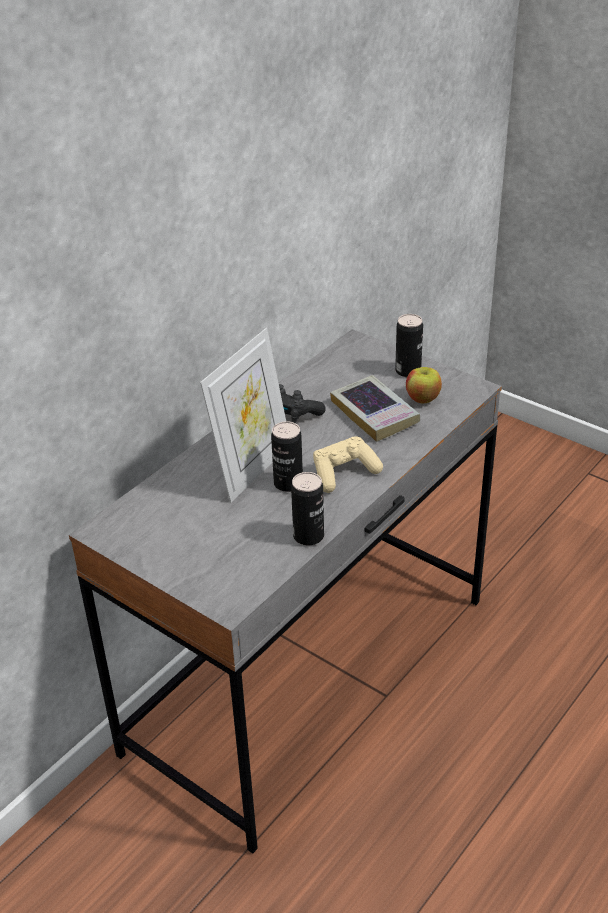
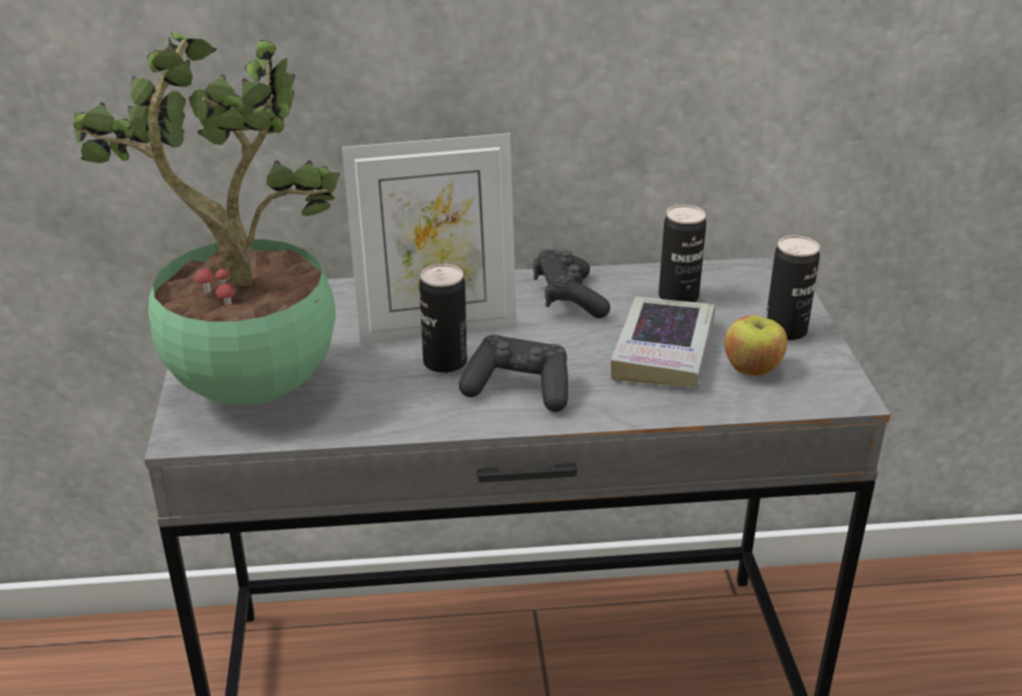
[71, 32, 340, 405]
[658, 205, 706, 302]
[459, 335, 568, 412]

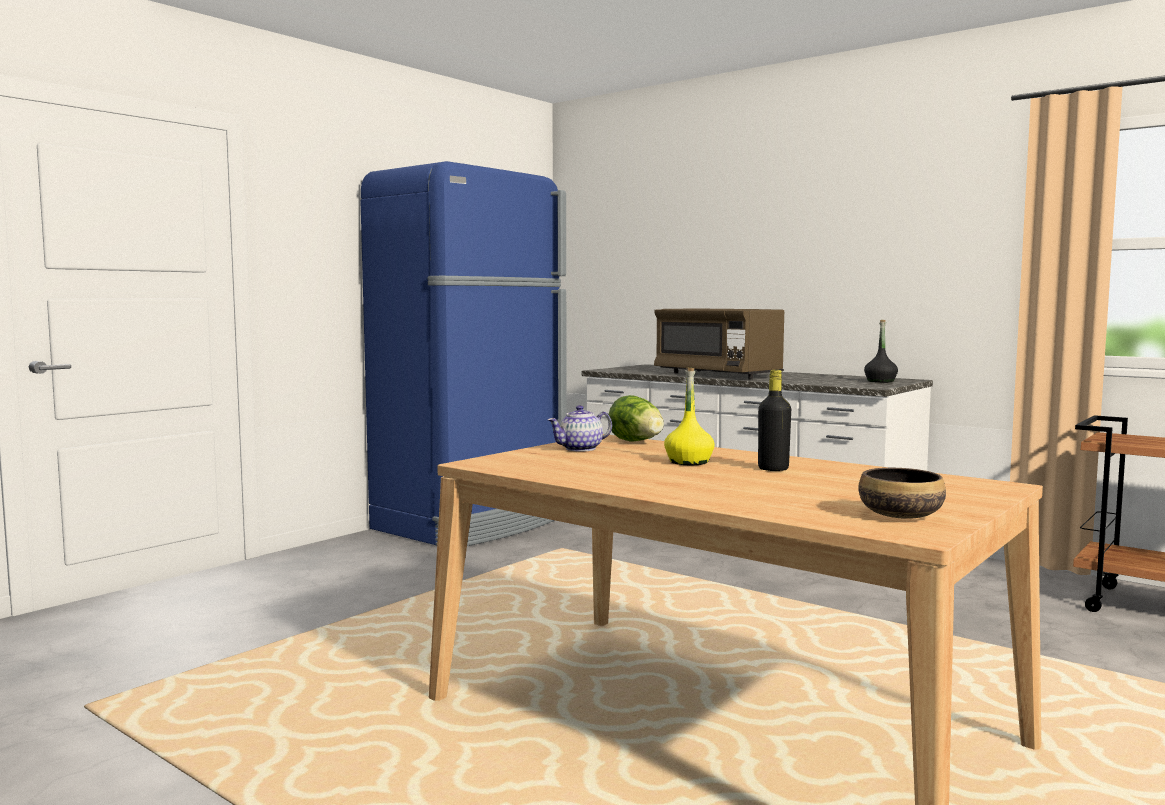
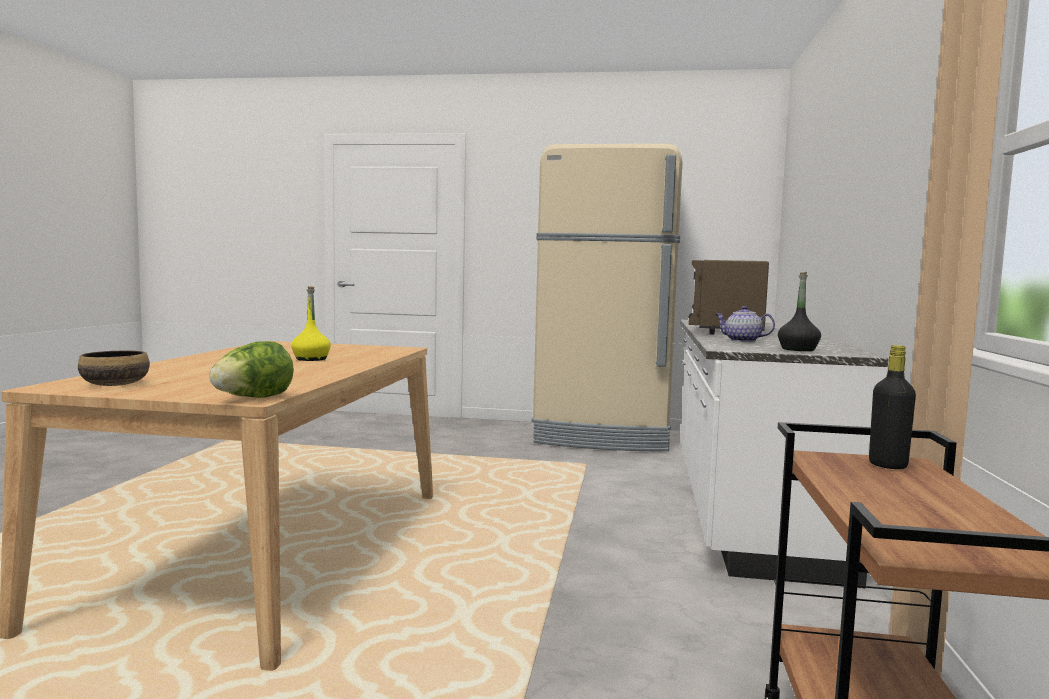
[715, 306, 775, 342]
[209, 341, 294, 398]
[869, 345, 916, 469]
[532, 144, 683, 451]

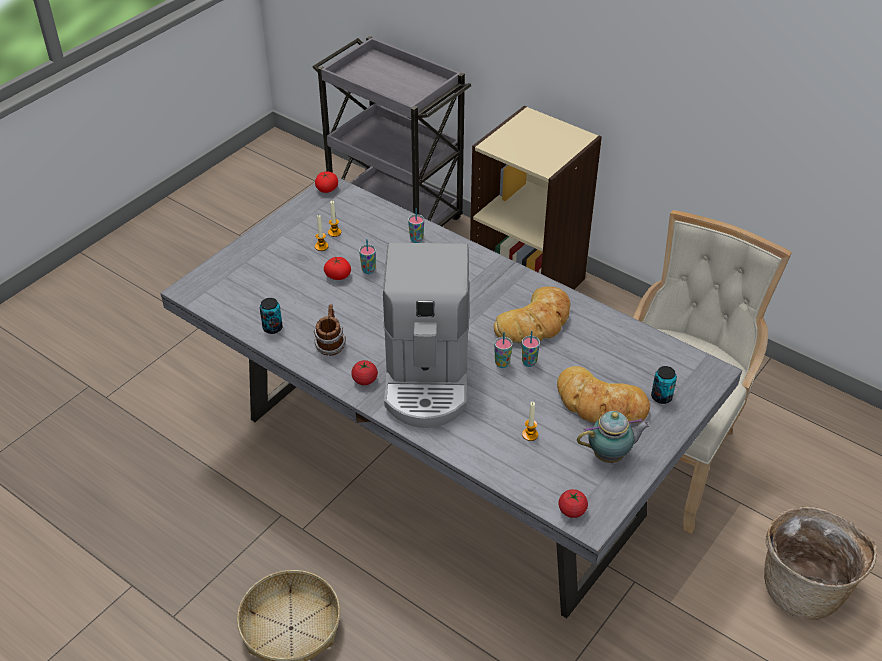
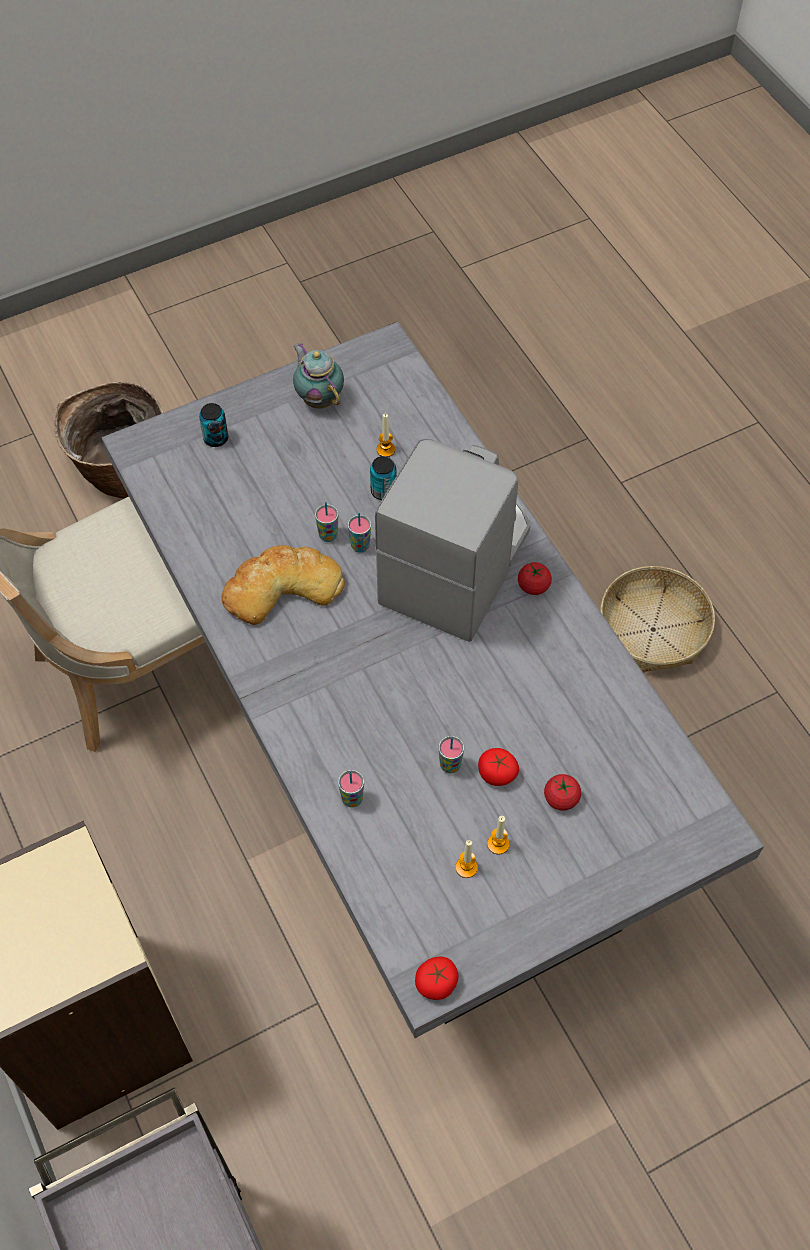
[314, 305, 346, 356] (first image)
[557, 366, 650, 423] (first image)
[370, 456, 396, 500]
[544, 774, 581, 811]
[293, 343, 344, 409]

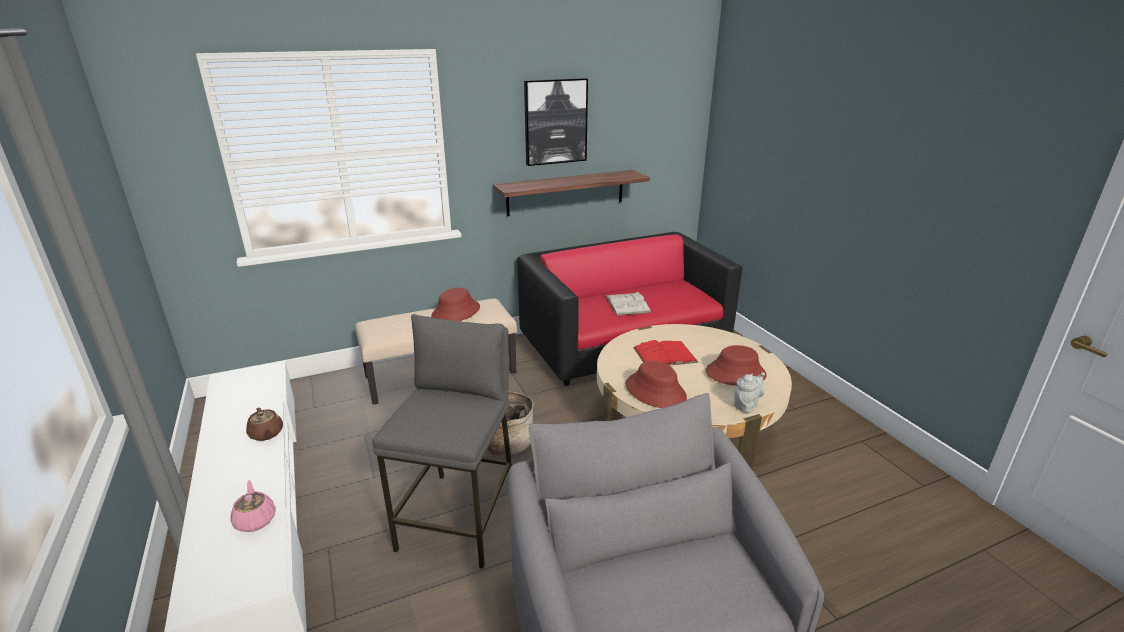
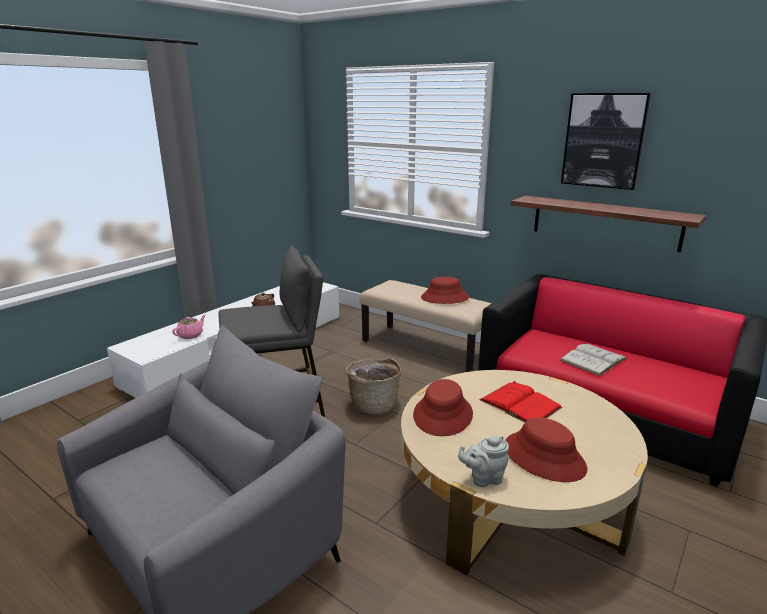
[458, 435, 509, 487]

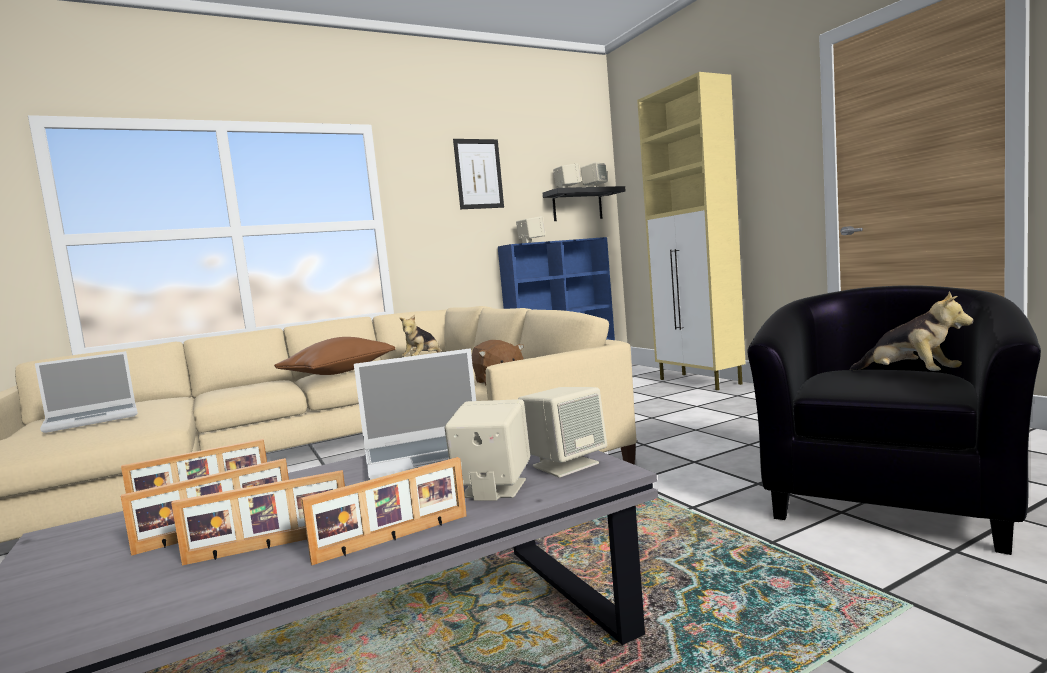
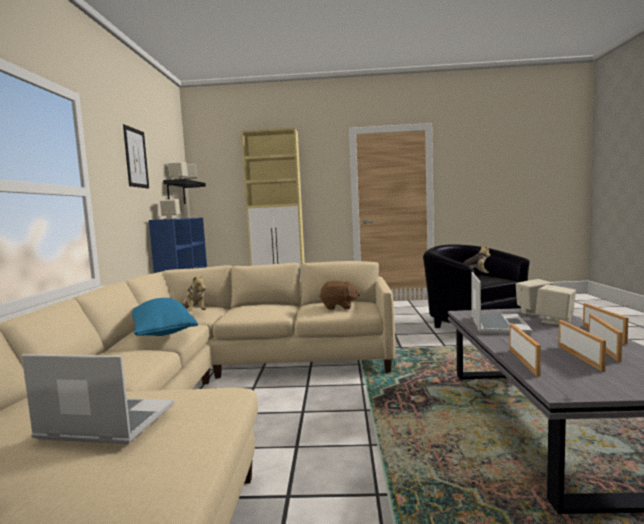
[132, 298, 198, 336]
[22, 354, 174, 444]

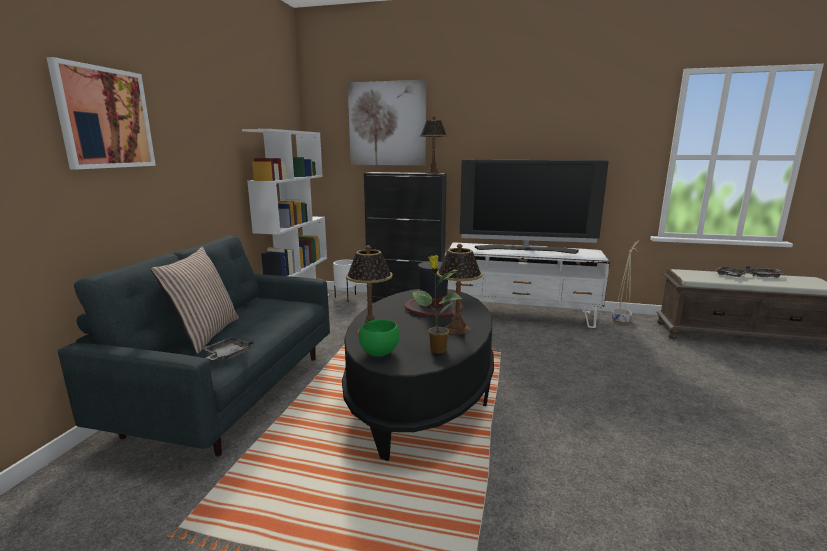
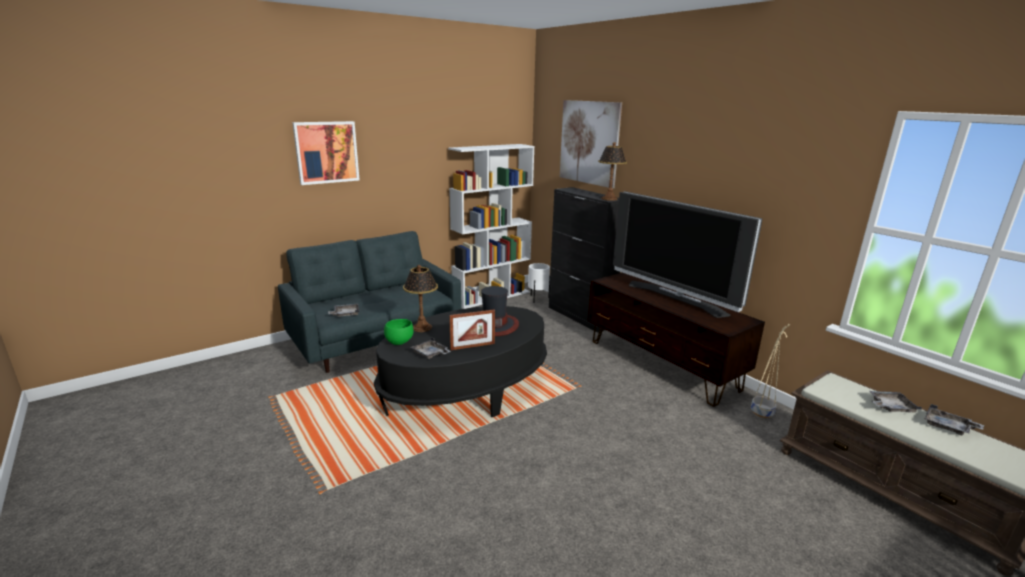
[151, 247, 239, 354] (first image)
[411, 337, 451, 359]
[449, 309, 495, 350]
[588, 273, 765, 407]

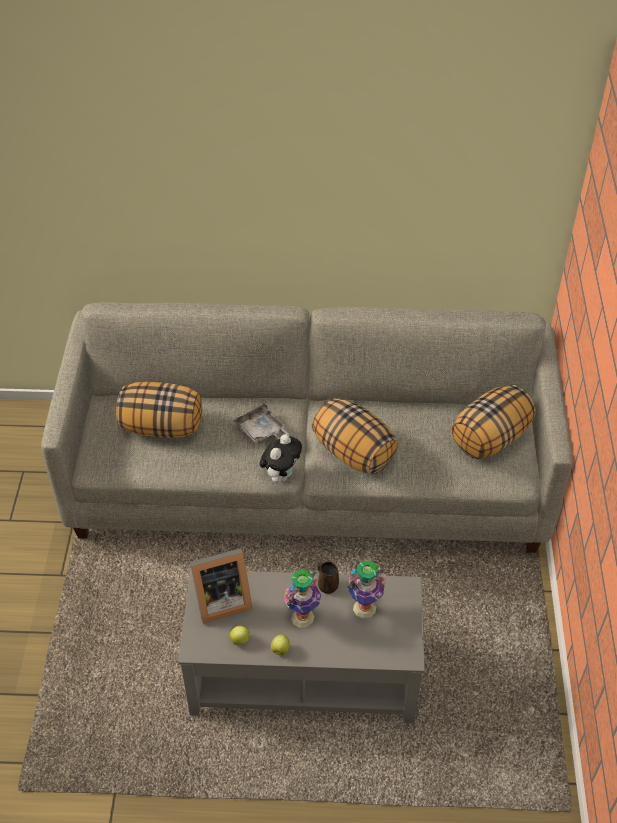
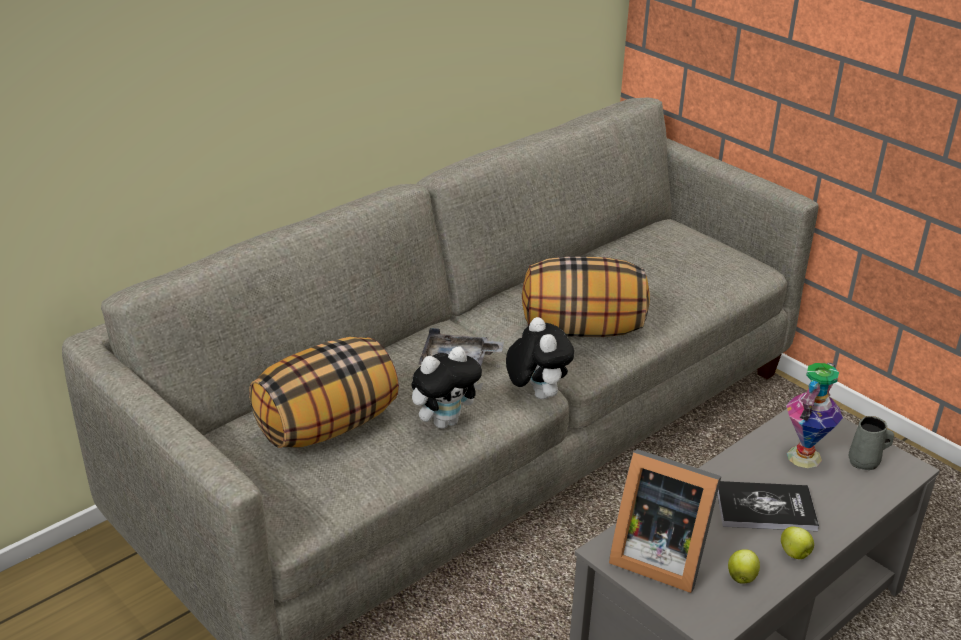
[318, 561, 339, 594] (first image)
[452, 385, 536, 459] (first image)
[411, 346, 484, 429]
[849, 416, 894, 470]
[717, 481, 819, 531]
[609, 449, 722, 593]

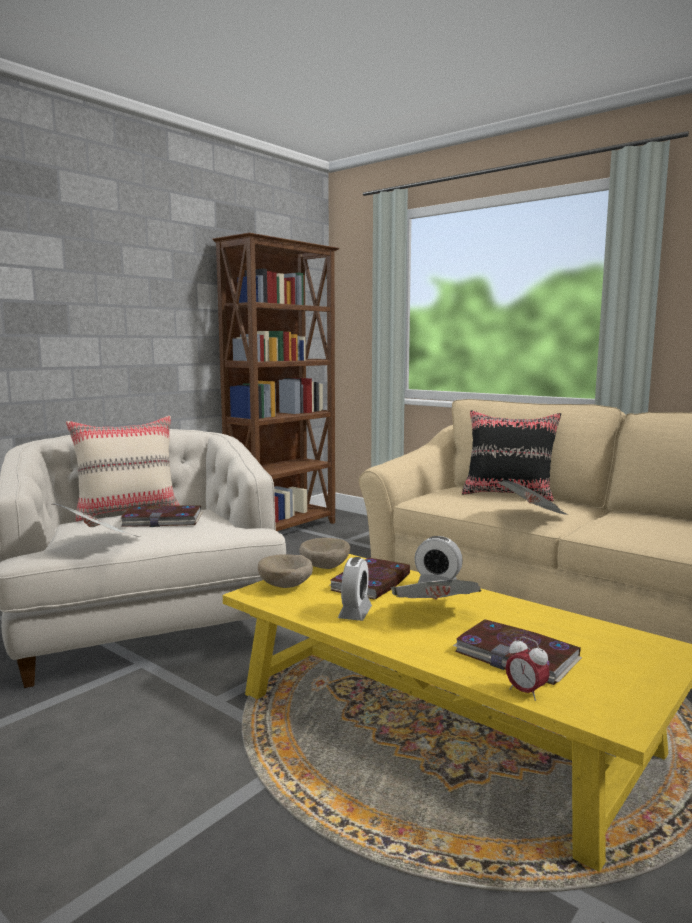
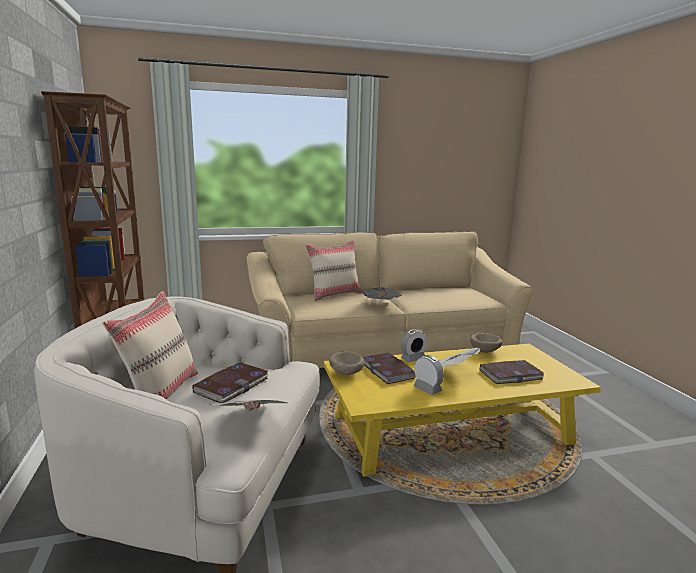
[506, 637, 550, 701] (first image)
[470, 333, 503, 353]
[305, 240, 362, 301]

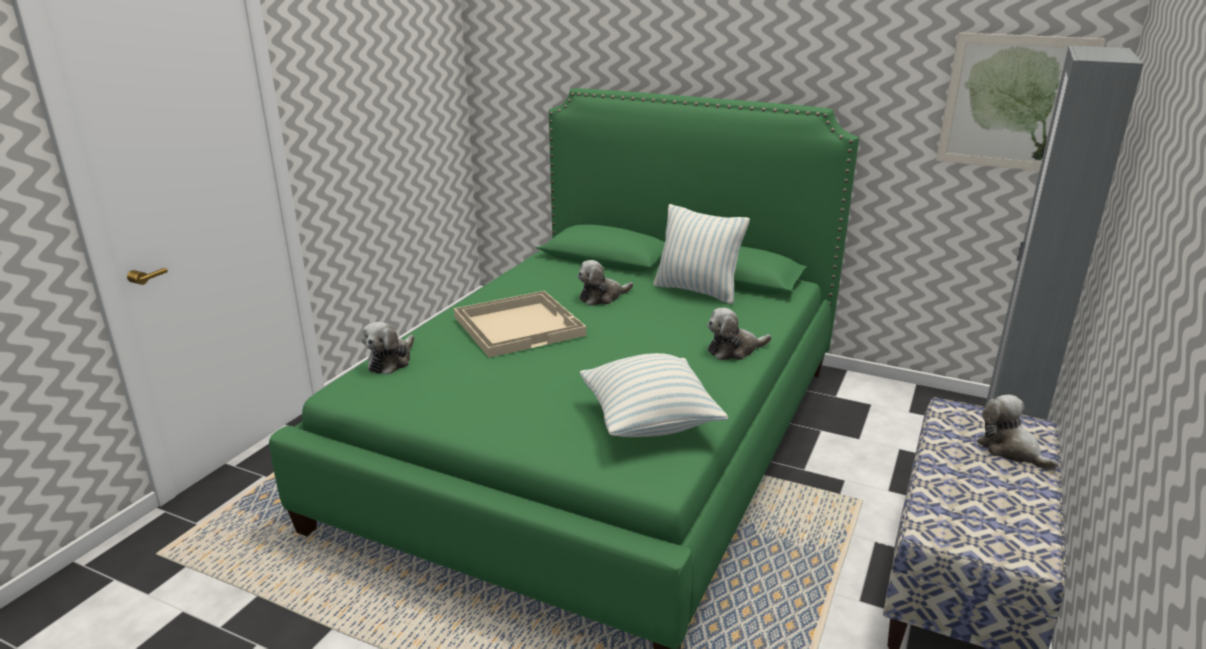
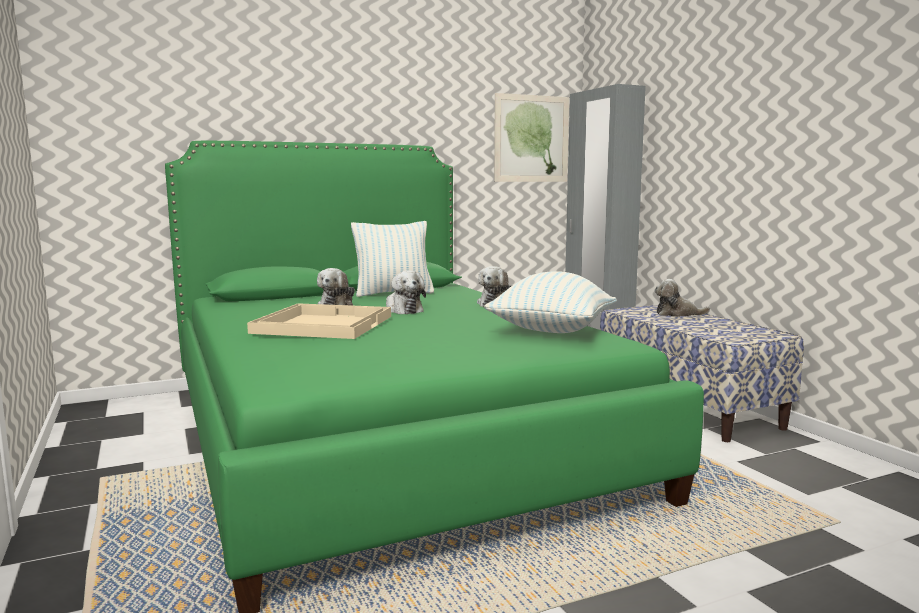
[386, 270, 426, 314]

